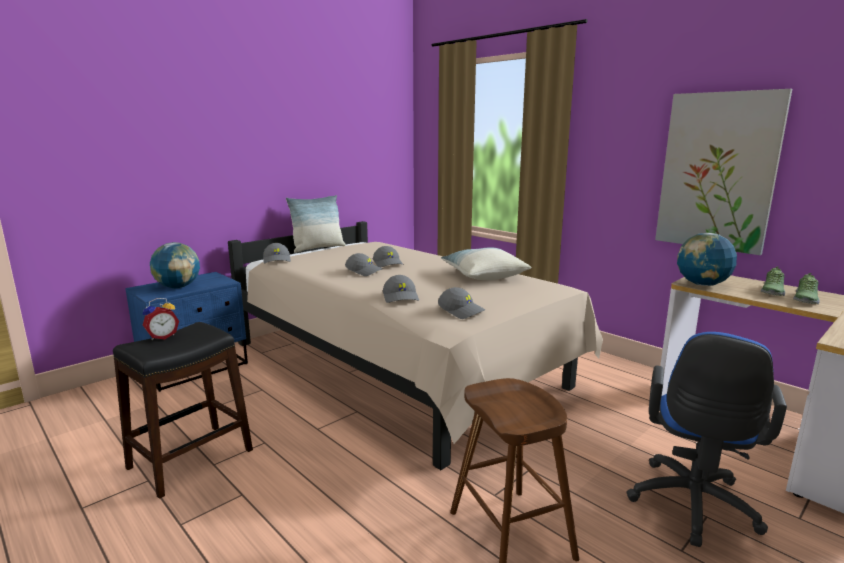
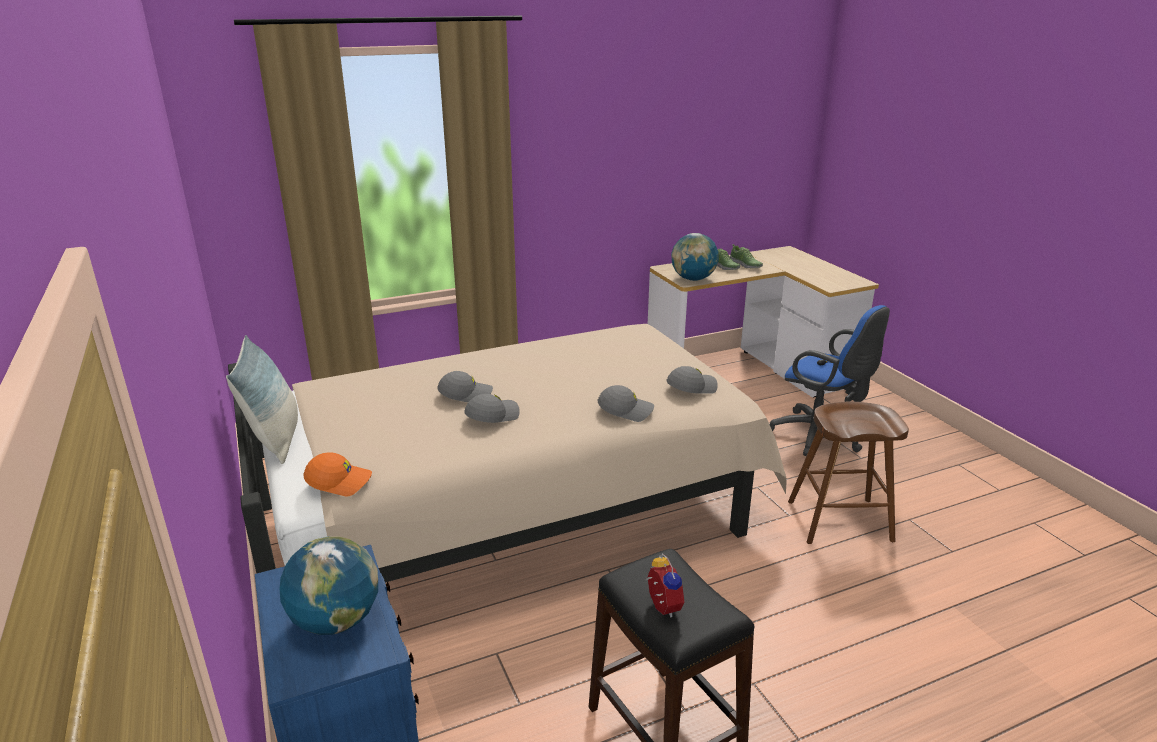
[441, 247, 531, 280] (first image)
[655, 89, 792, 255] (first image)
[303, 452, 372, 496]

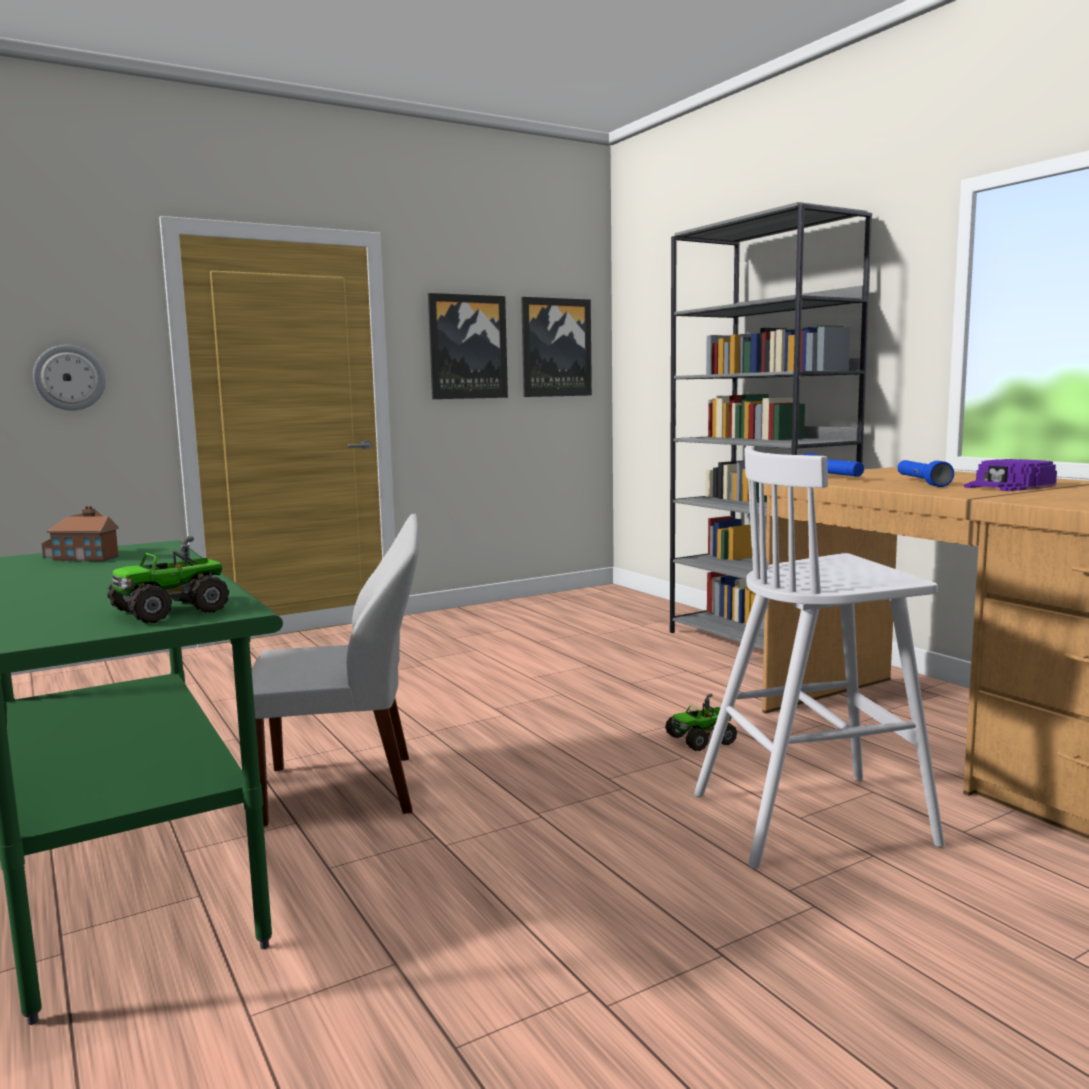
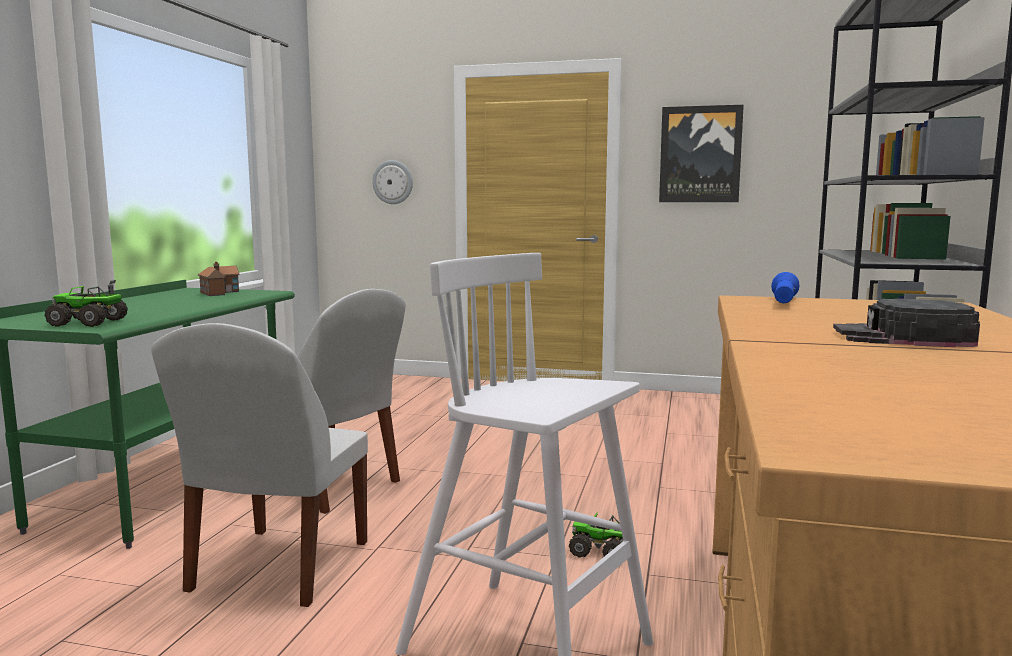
[521, 297, 592, 397] (first image)
[897, 460, 954, 487] (first image)
[151, 323, 368, 607]
[833, 299, 980, 347]

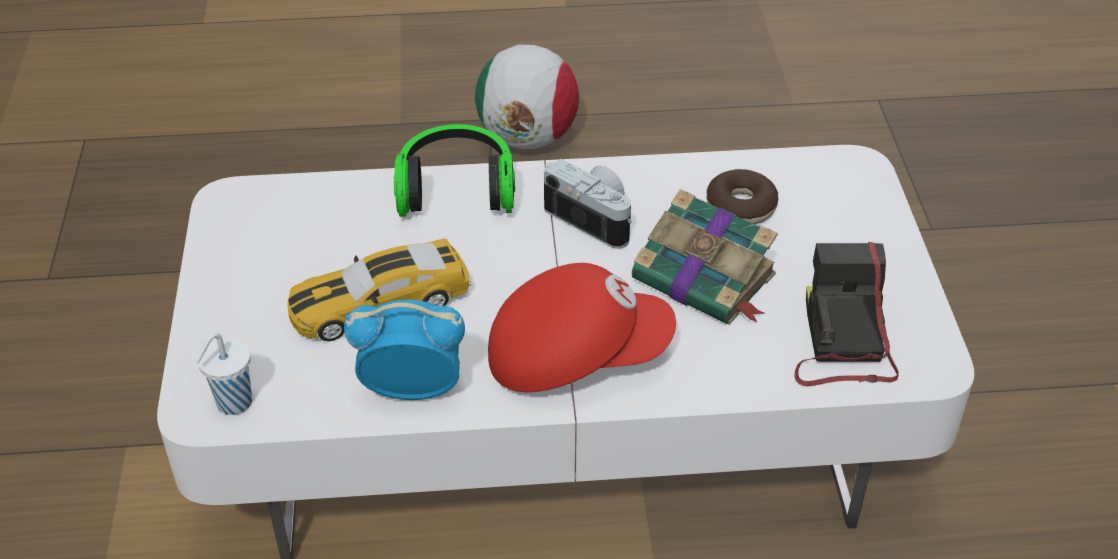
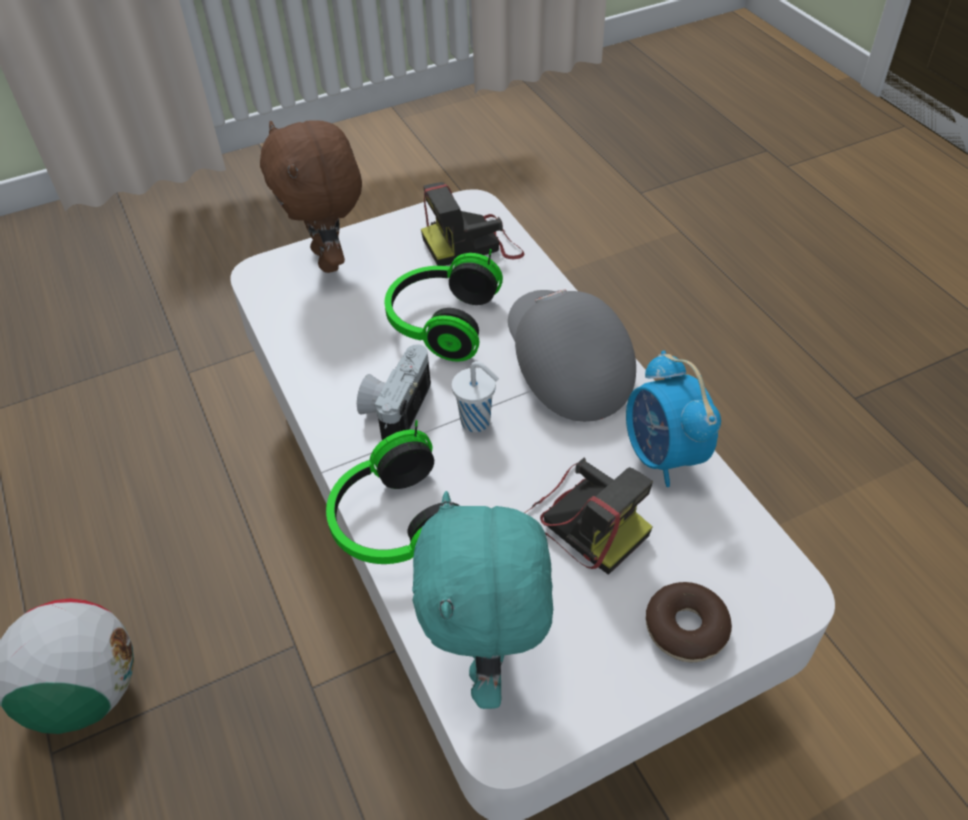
[260, 120, 362, 273]
[412, 491, 553, 709]
[452, 361, 499, 432]
[646, 582, 732, 662]
[524, 457, 653, 575]
[385, 249, 503, 362]
[508, 289, 636, 422]

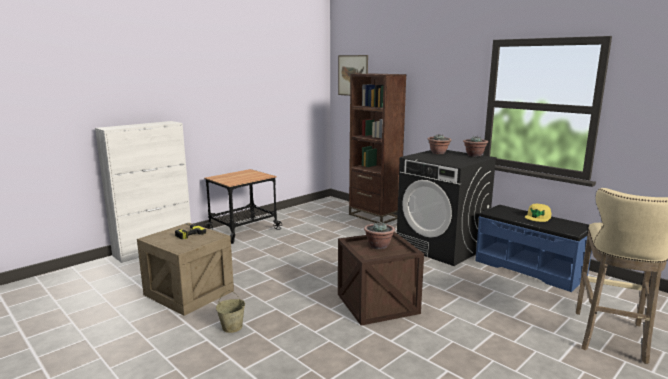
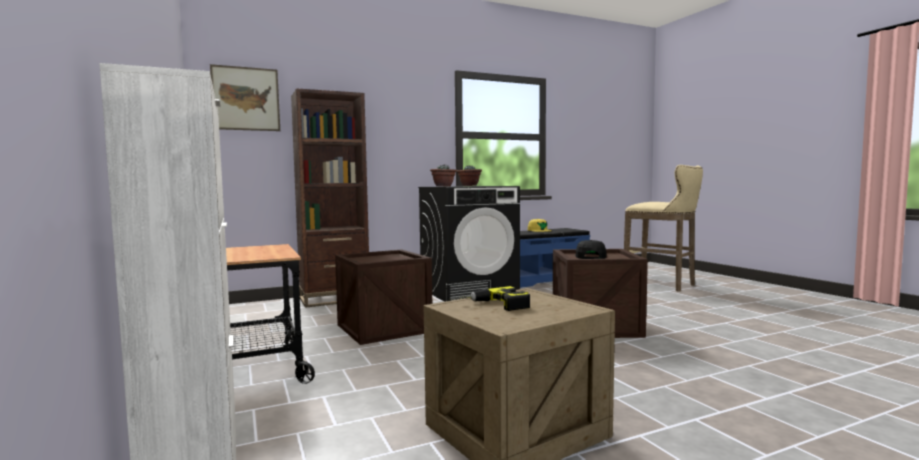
[216, 290, 245, 333] (first image)
[335, 250, 432, 345]
[575, 240, 606, 259]

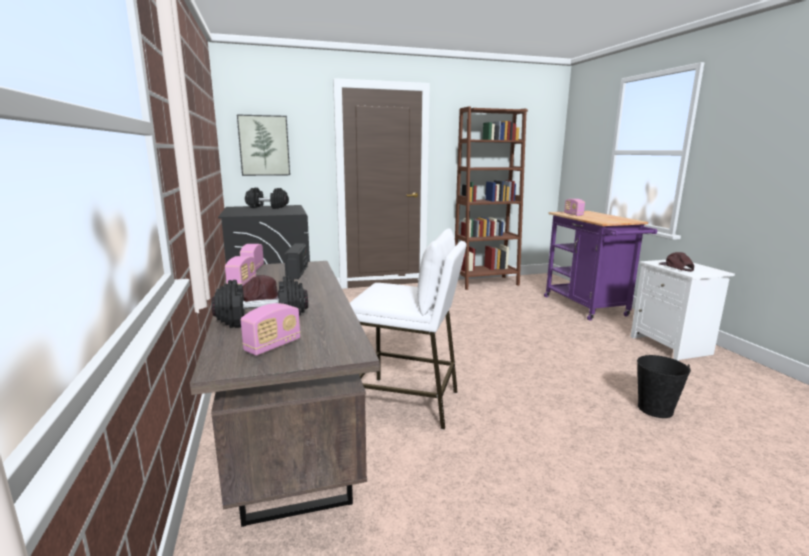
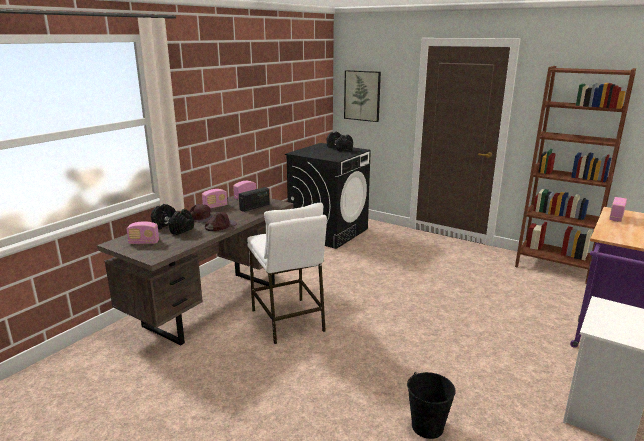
[205, 212, 237, 231]

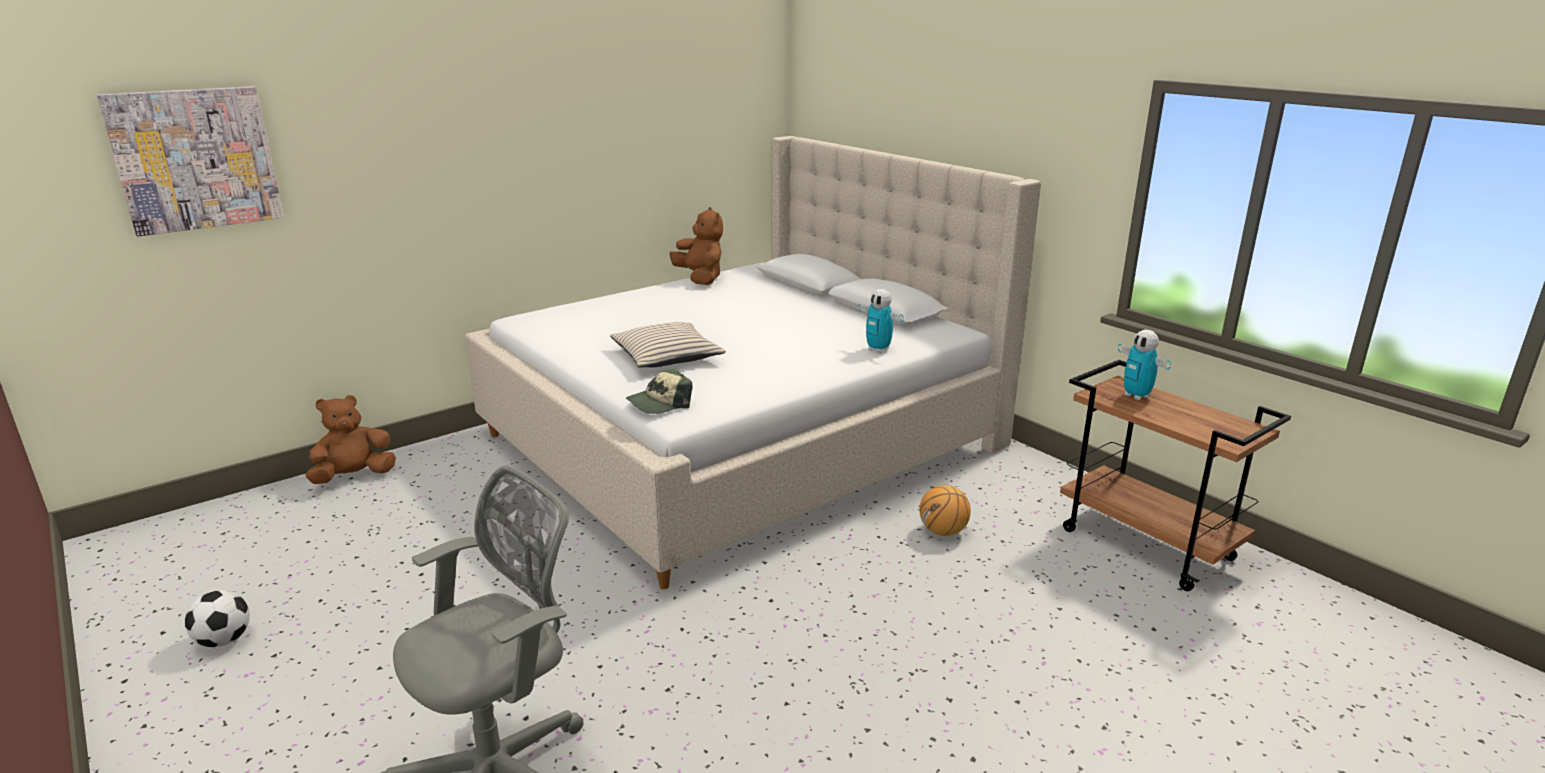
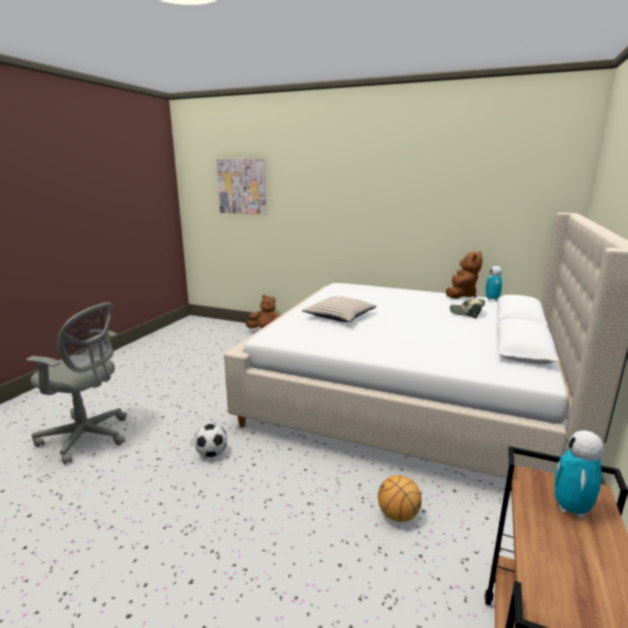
[194, 424, 227, 457]
[450, 299, 485, 318]
[485, 266, 502, 301]

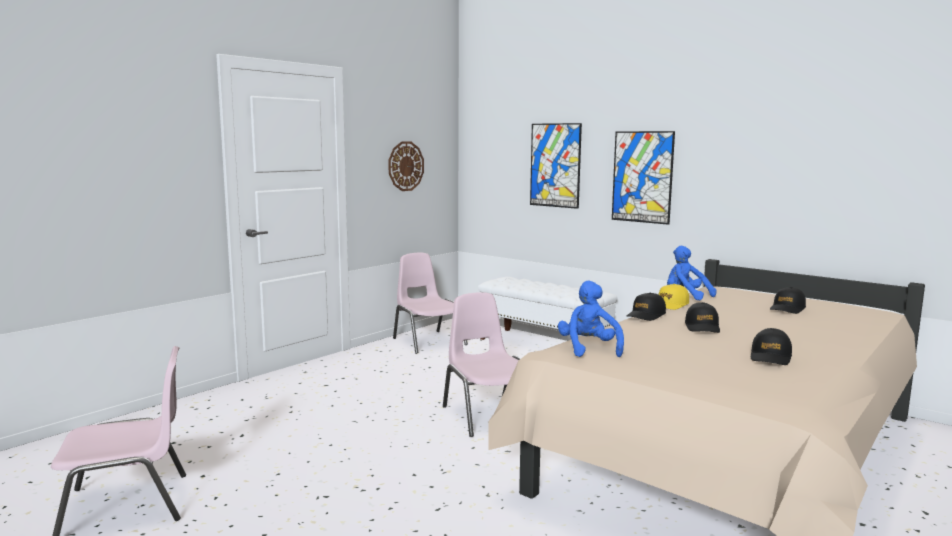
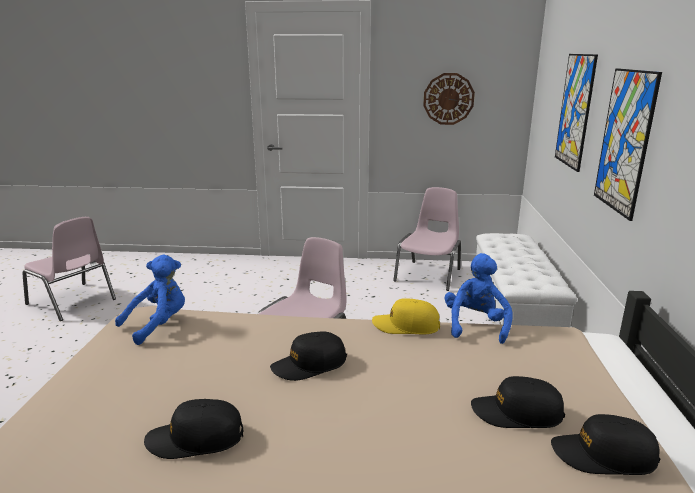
[551, 414, 660, 475]

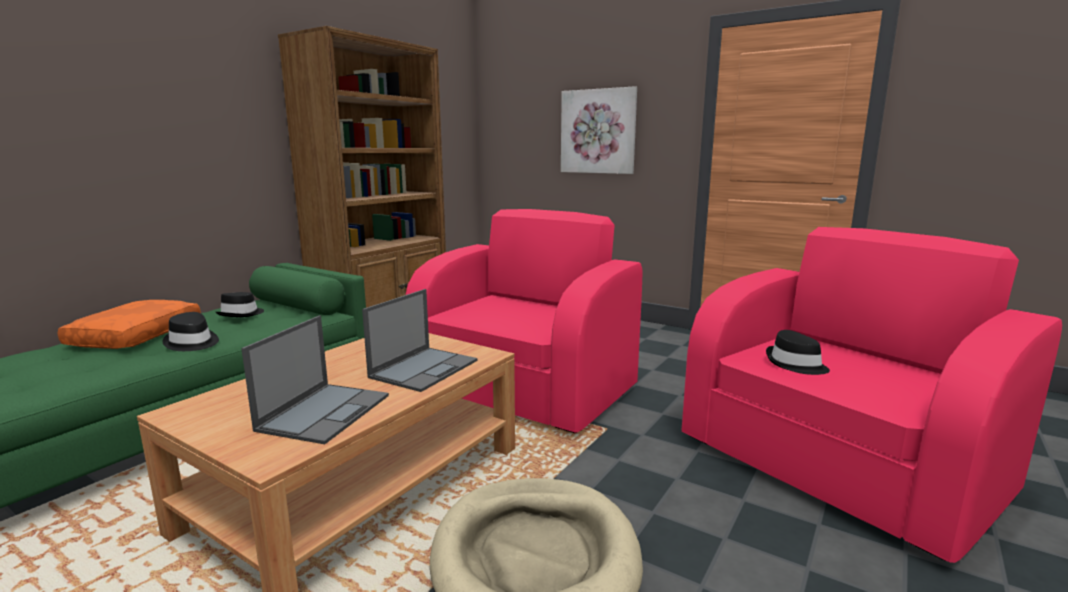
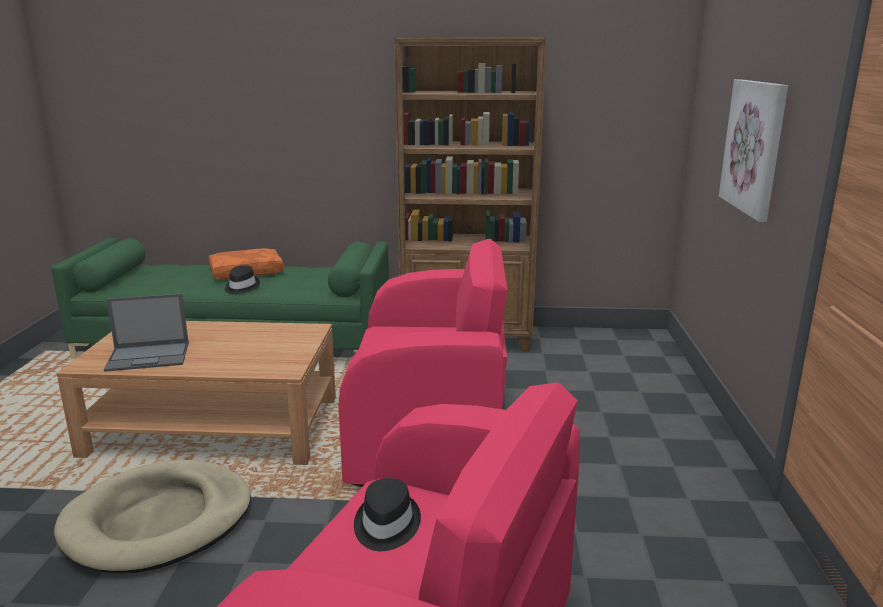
[216, 292, 264, 317] (first image)
[362, 289, 477, 392] (first image)

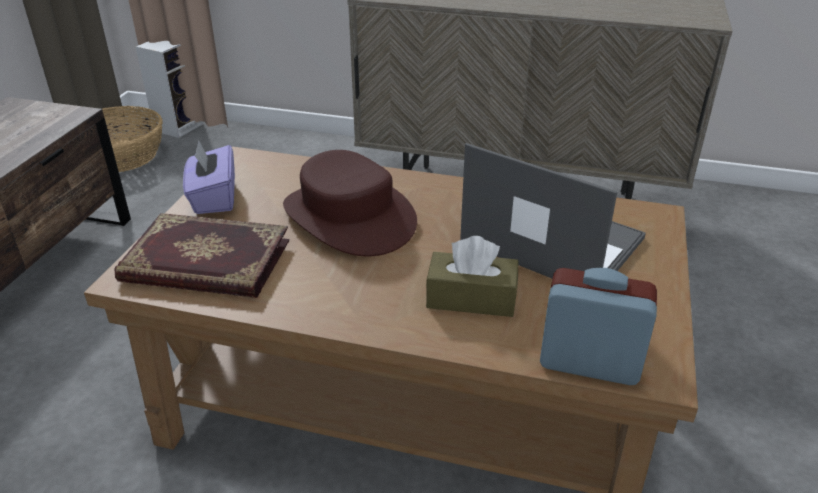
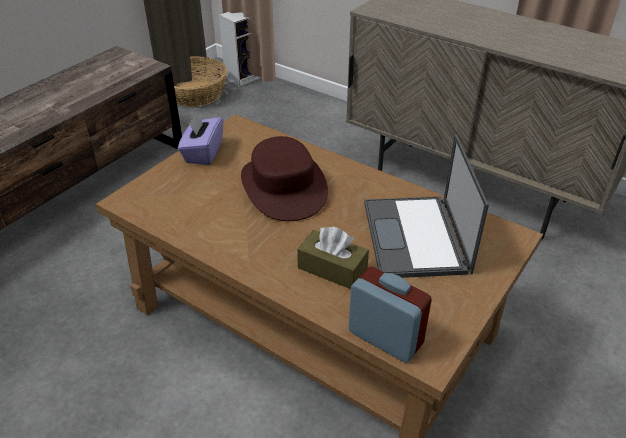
[115, 213, 289, 298] (first image)
[364, 134, 489, 278]

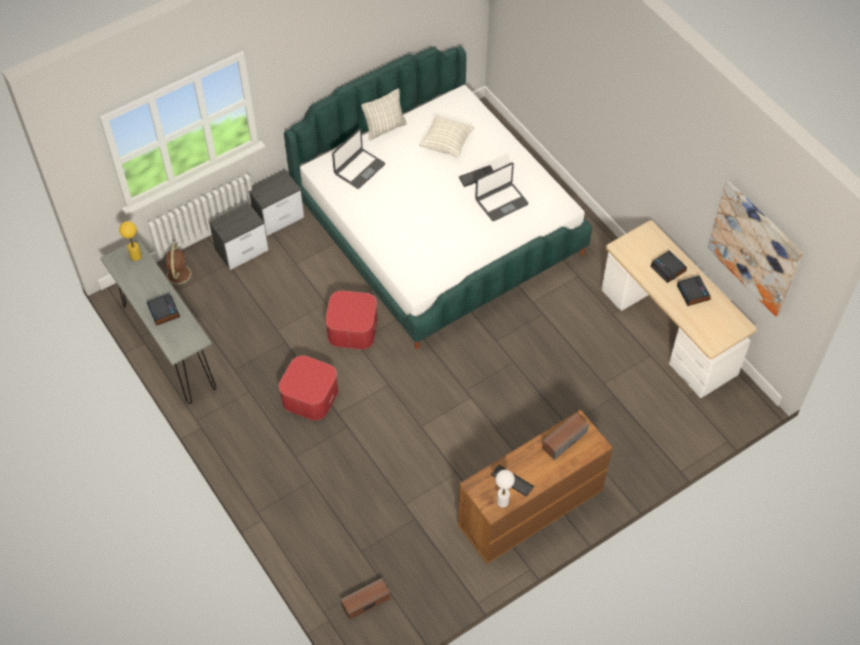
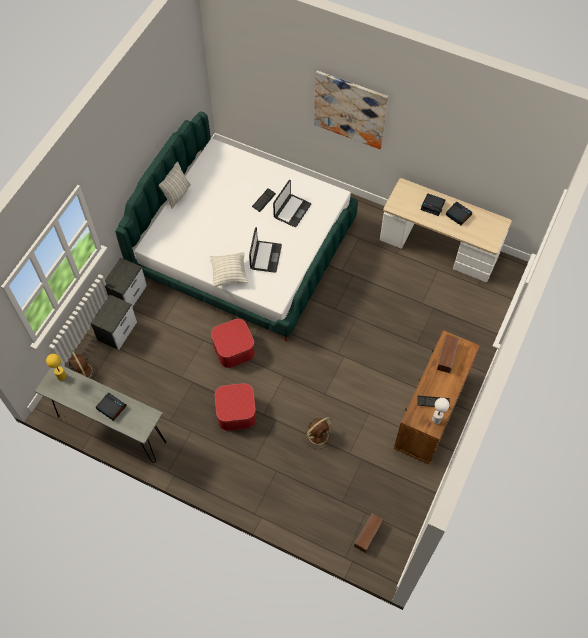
[303, 417, 334, 449]
[249, 227, 282, 273]
[210, 252, 248, 287]
[314, 71, 388, 149]

